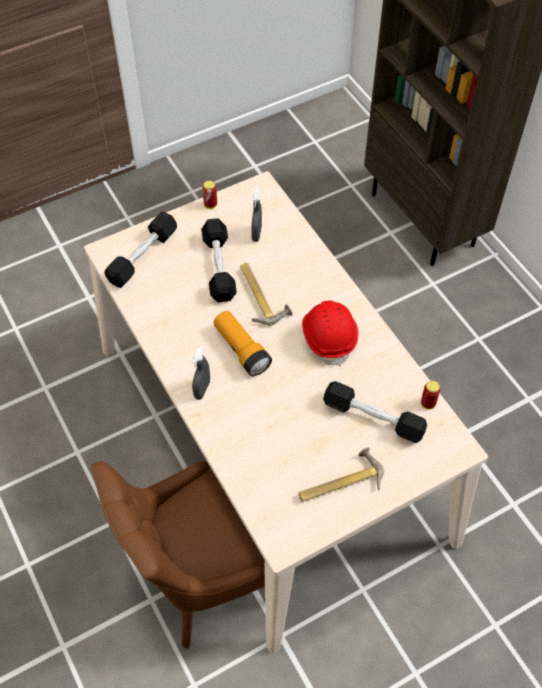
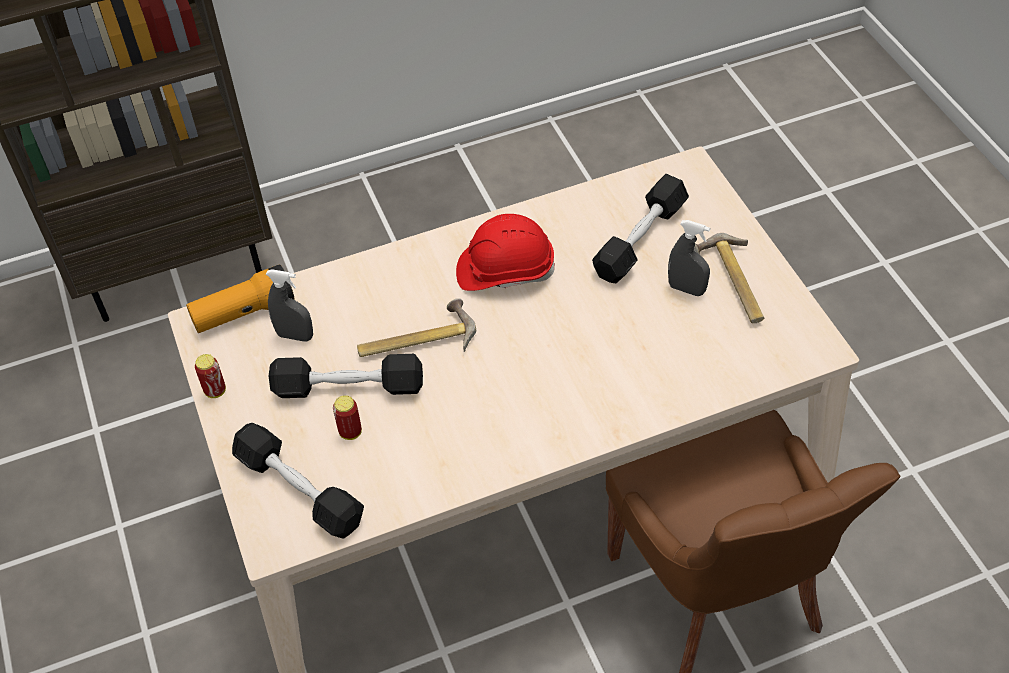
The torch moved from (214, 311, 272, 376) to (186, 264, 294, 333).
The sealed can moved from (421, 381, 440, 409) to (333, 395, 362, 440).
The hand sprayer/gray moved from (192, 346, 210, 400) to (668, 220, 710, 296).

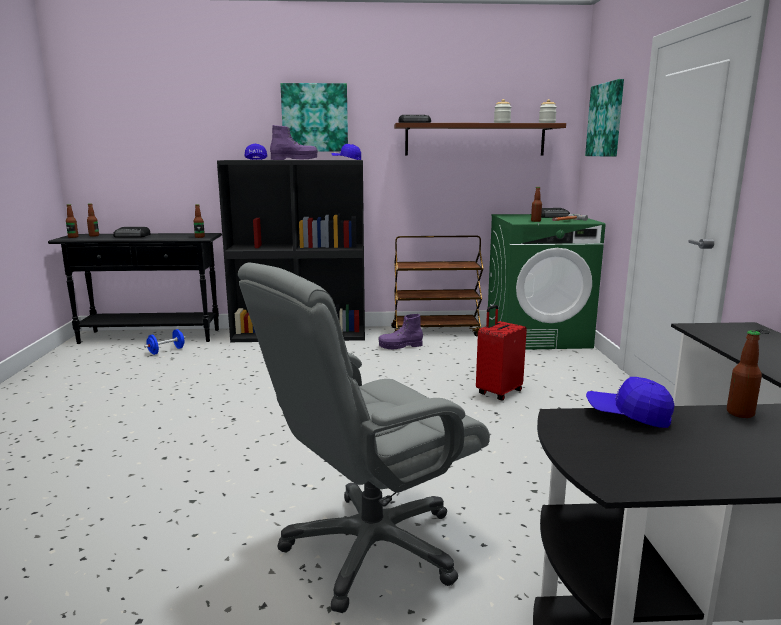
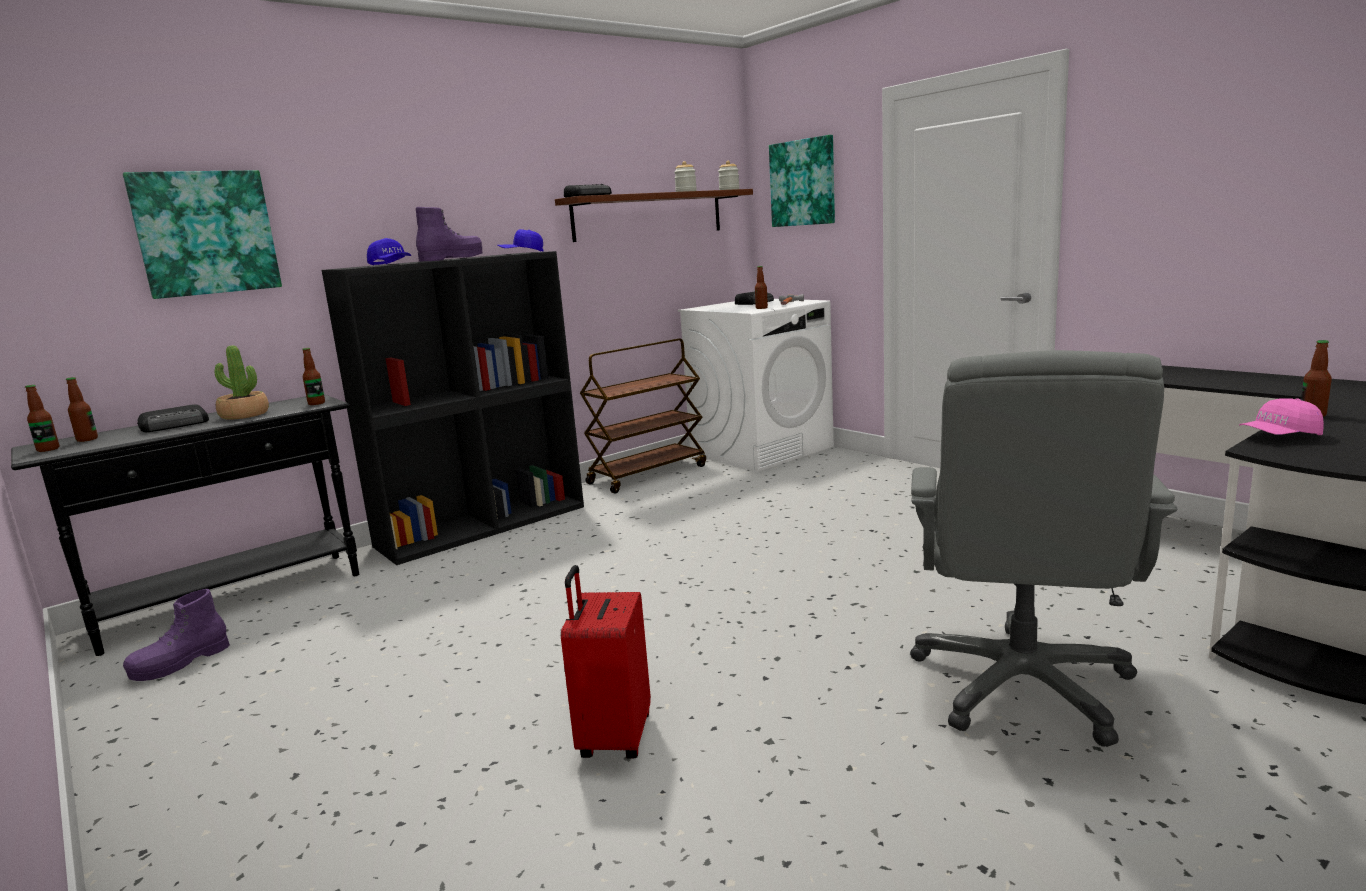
The wall picture moved from (281, 83, 348, 152) to (123, 170, 282, 299).
The high-top boot/purplish moved from (378, 314, 423, 349) to (123, 589, 230, 681).
The houseplant at (214, 345, 269, 420) appeared.
The piece of luggage/reddish moved from (476, 305, 527, 401) to (561, 565, 651, 759).
The washing machine/greenish at (488, 214, 606, 350) became the washing machine/white at (678, 299, 834, 472).
The peaked cap/bluish at (586, 377, 674, 428) became the peaked cap/pink at (1239, 398, 1324, 435).
The free weight/bluish at (144, 329, 186, 355) disappeared.

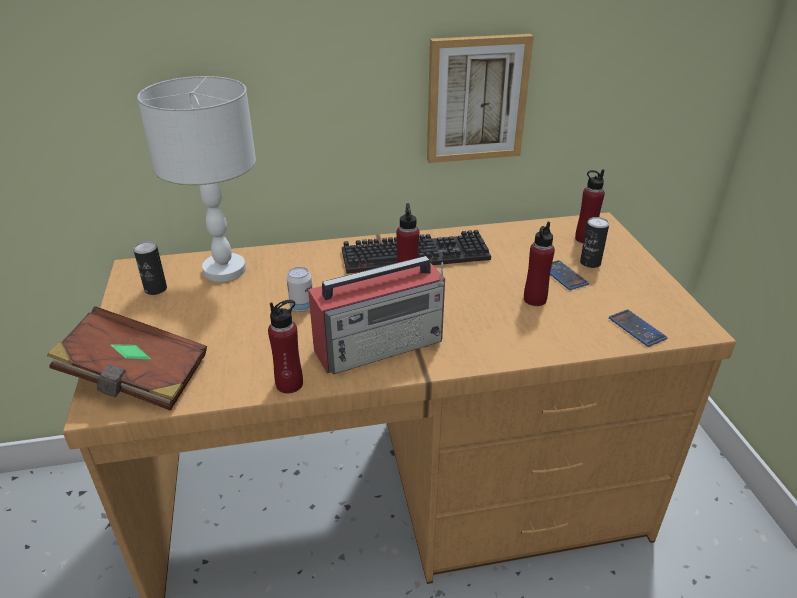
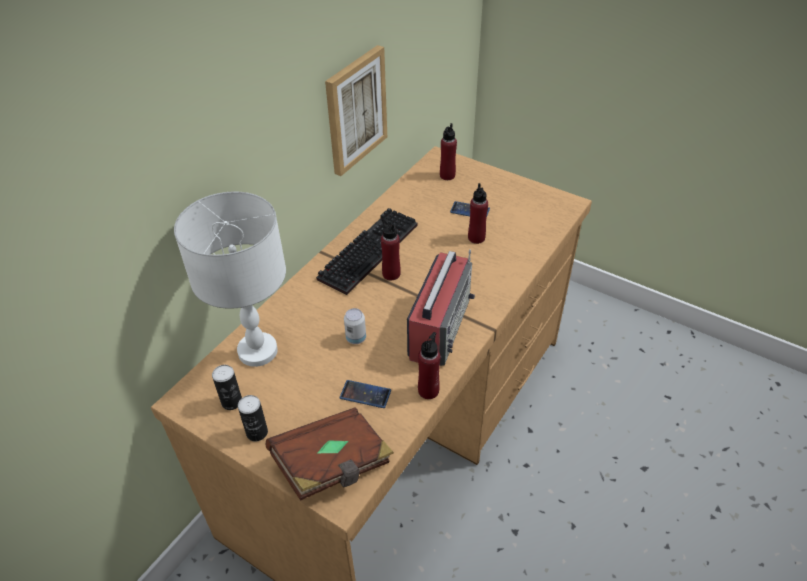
The sealed can moved from (580, 217, 609, 268) to (238, 395, 268, 442).
The telephone moved from (609, 309, 668, 347) to (340, 380, 391, 408).

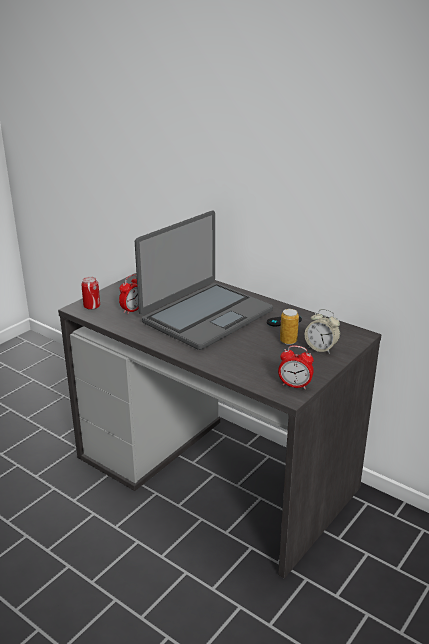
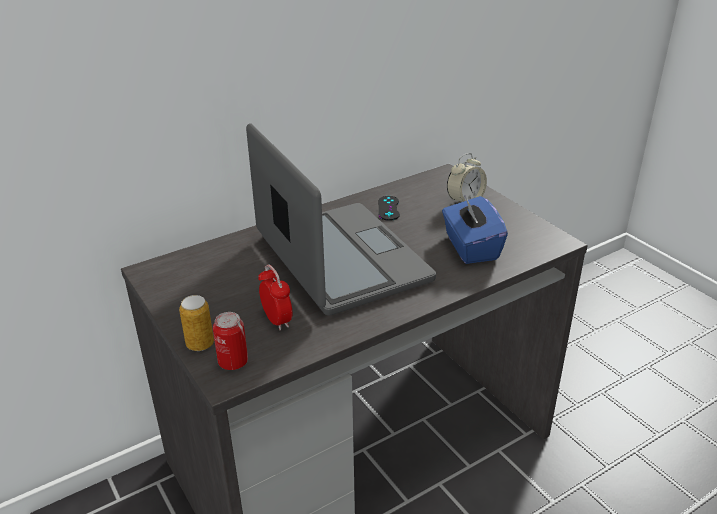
The sealed can moved from (280, 309, 299, 345) to (179, 295, 214, 351).
The tissue holder/bluish at (442, 196, 508, 264) appeared.
The alarm clock at (278, 345, 314, 389) disappeared.

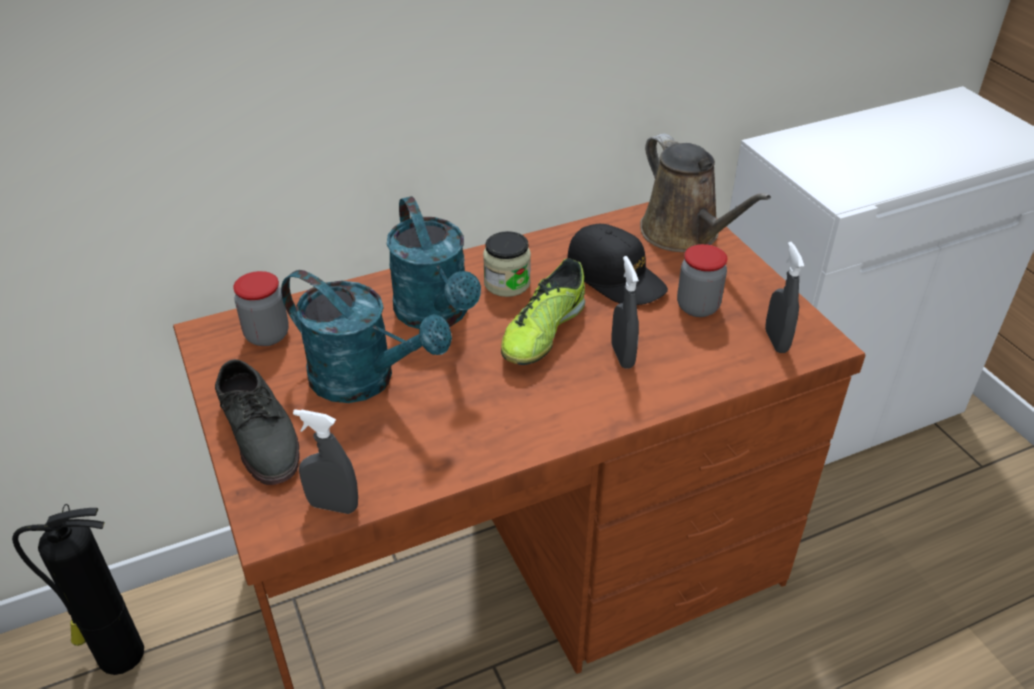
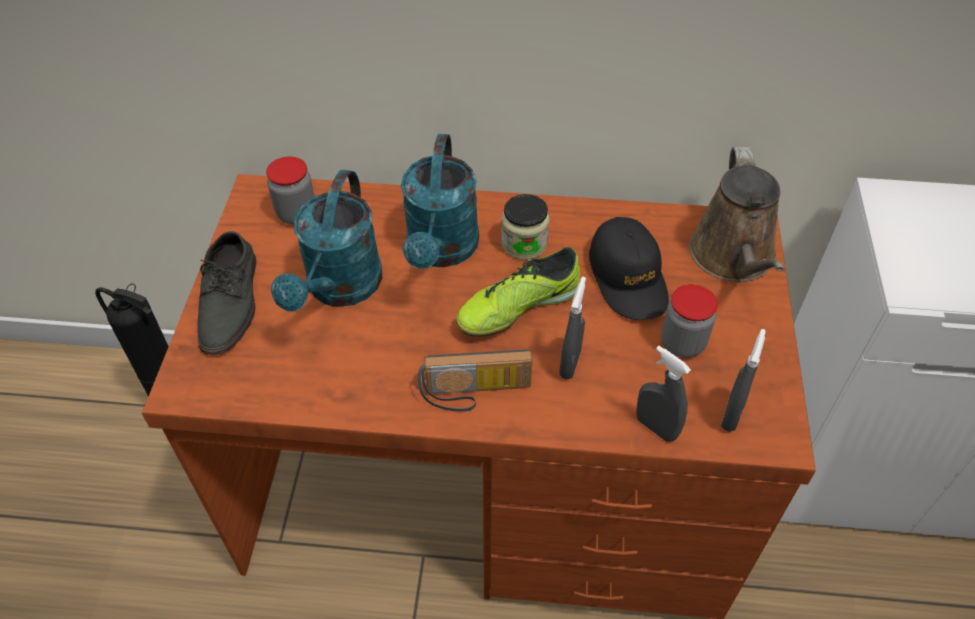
The watering pot/turquoise at (281, 270, 452, 403) turned 45 degrees clockwise.
The radio set at (418, 350, 533, 412) appeared.
The hand sprayer/gray moved from (293, 409, 358, 514) to (636, 346, 691, 442).

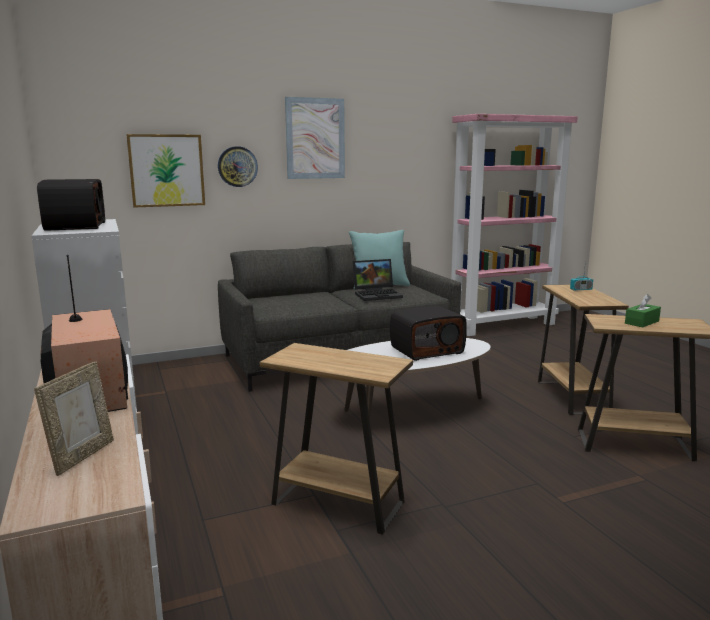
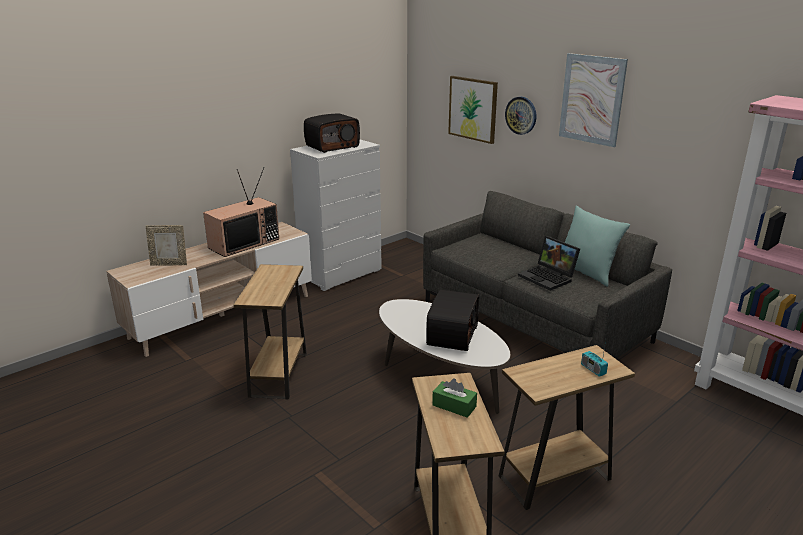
The radio set at (390, 306, 467, 361) turned 120 degrees counterclockwise.

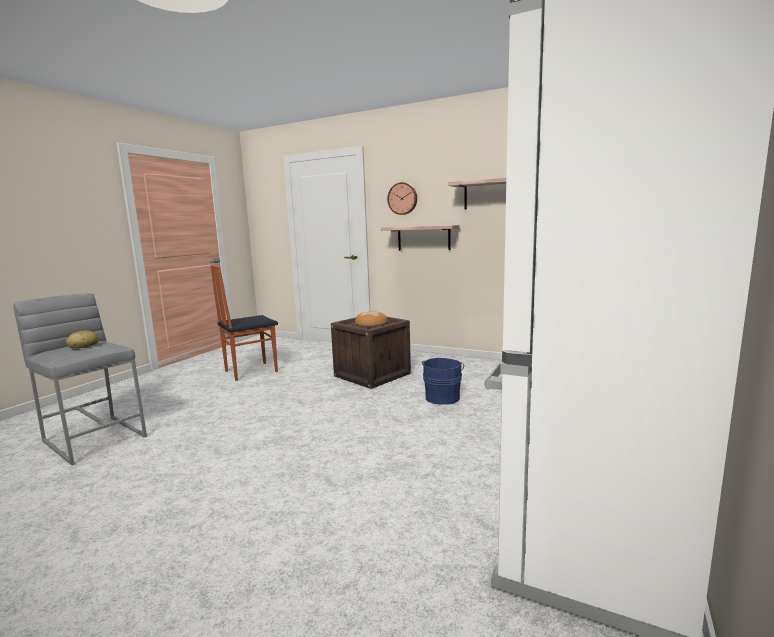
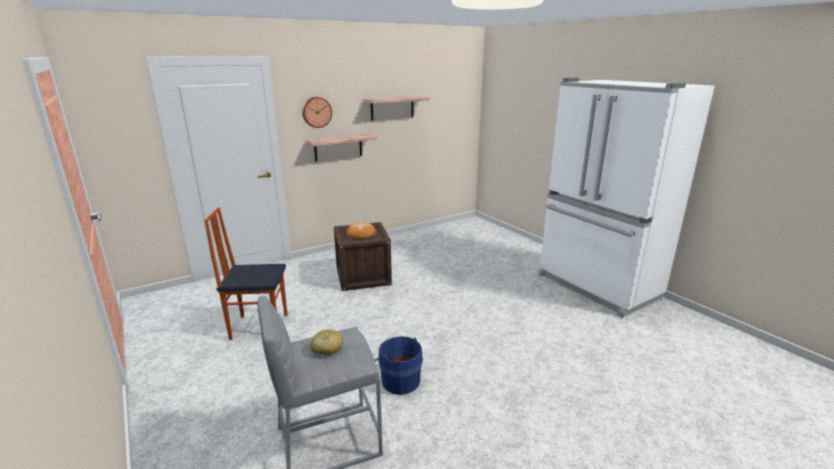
The plain chair at (211, 265, 278, 381) turned 90 degrees clockwise.
The bucket/bluish moved from (422, 358, 464, 405) to (375, 336, 423, 395).

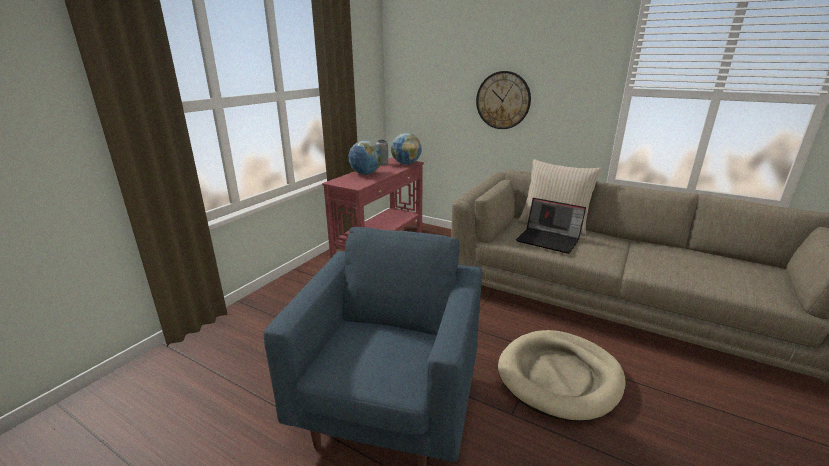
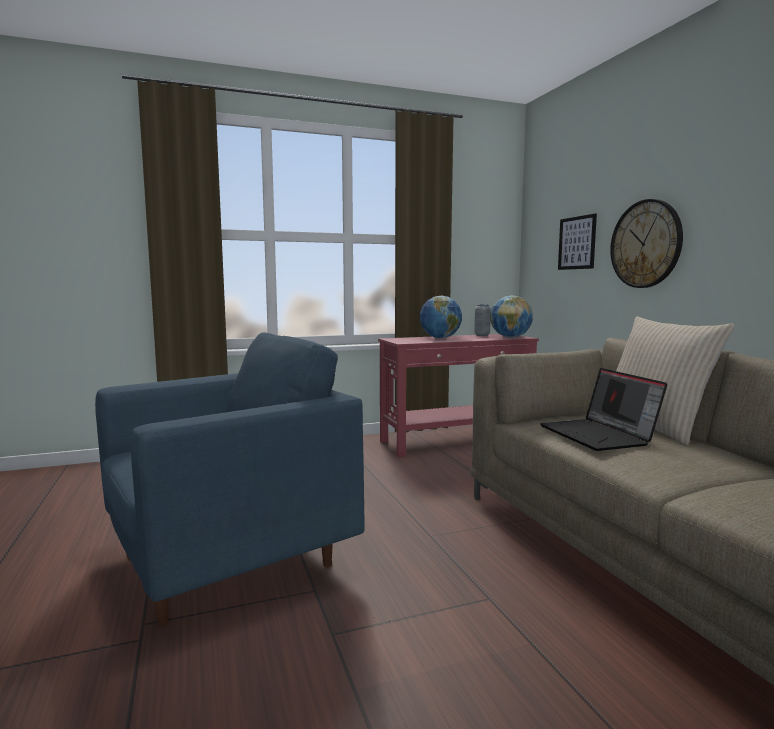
The wall picture at (558, 214, 597, 270) appeared.
The pet bed/beige-coloured at (498, 330, 625, 422) disappeared.

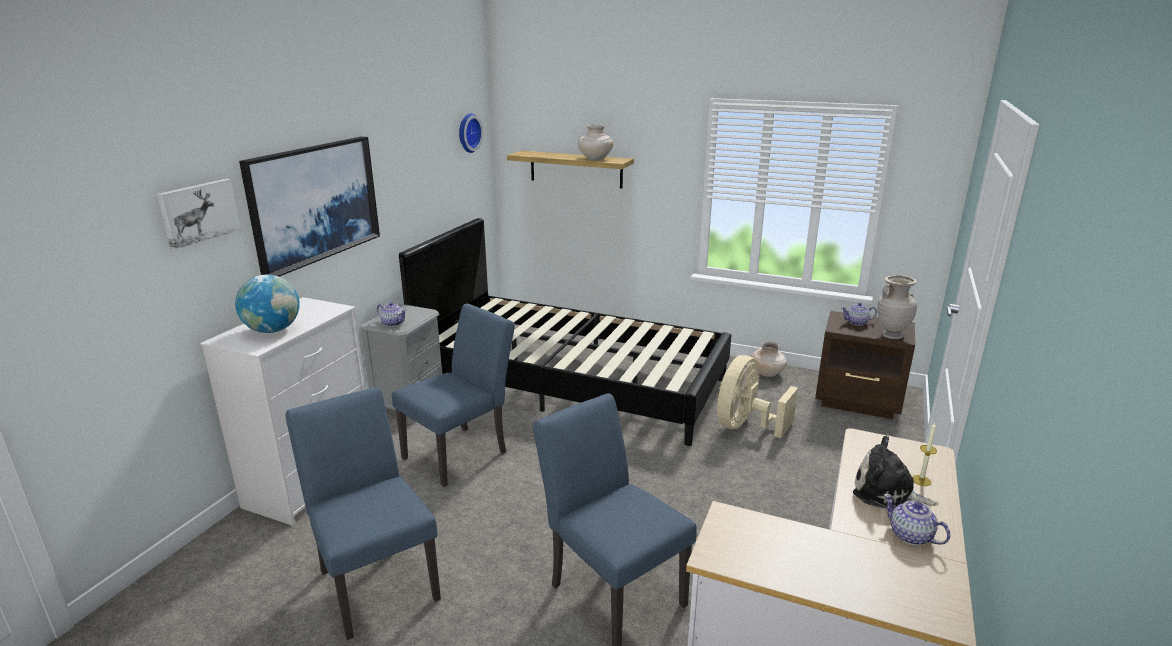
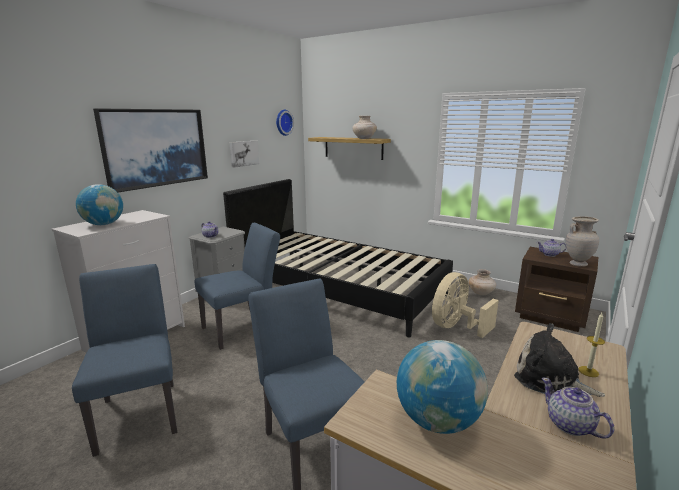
The wall picture moved from (157, 179, 241, 249) to (229, 140, 259, 168).
The globe at (397, 340, 488, 434) appeared.

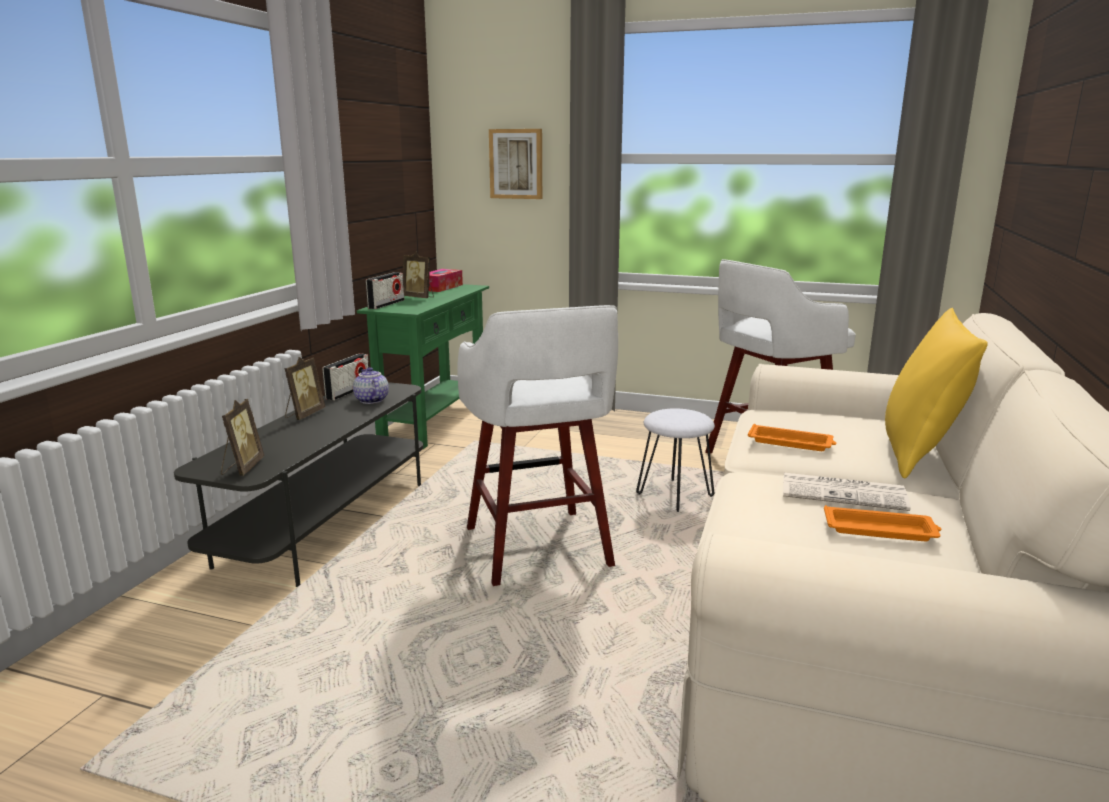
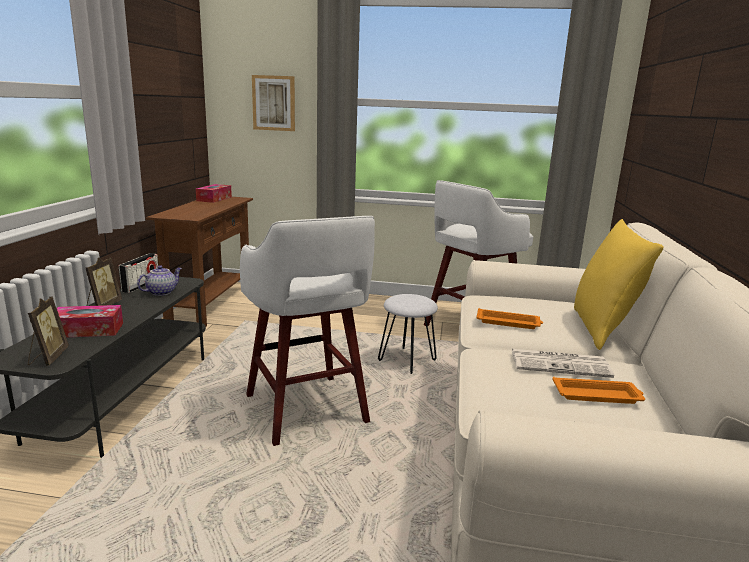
The tissue holder at (57, 305, 123, 337) appeared.
The pot for tea at (353, 367, 389, 404) turned 75 degrees clockwise.
The narrow table/greenish at (357, 284, 489, 449) became the narrow table/brown at (146, 197, 253, 327).
The radio set at (366, 272, 404, 309) disappeared.
The standing frame at (402, 252, 434, 298) disappeared.

